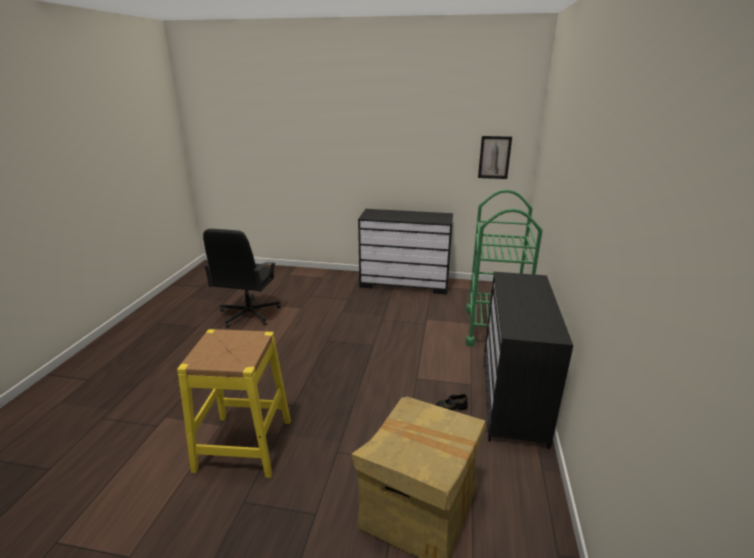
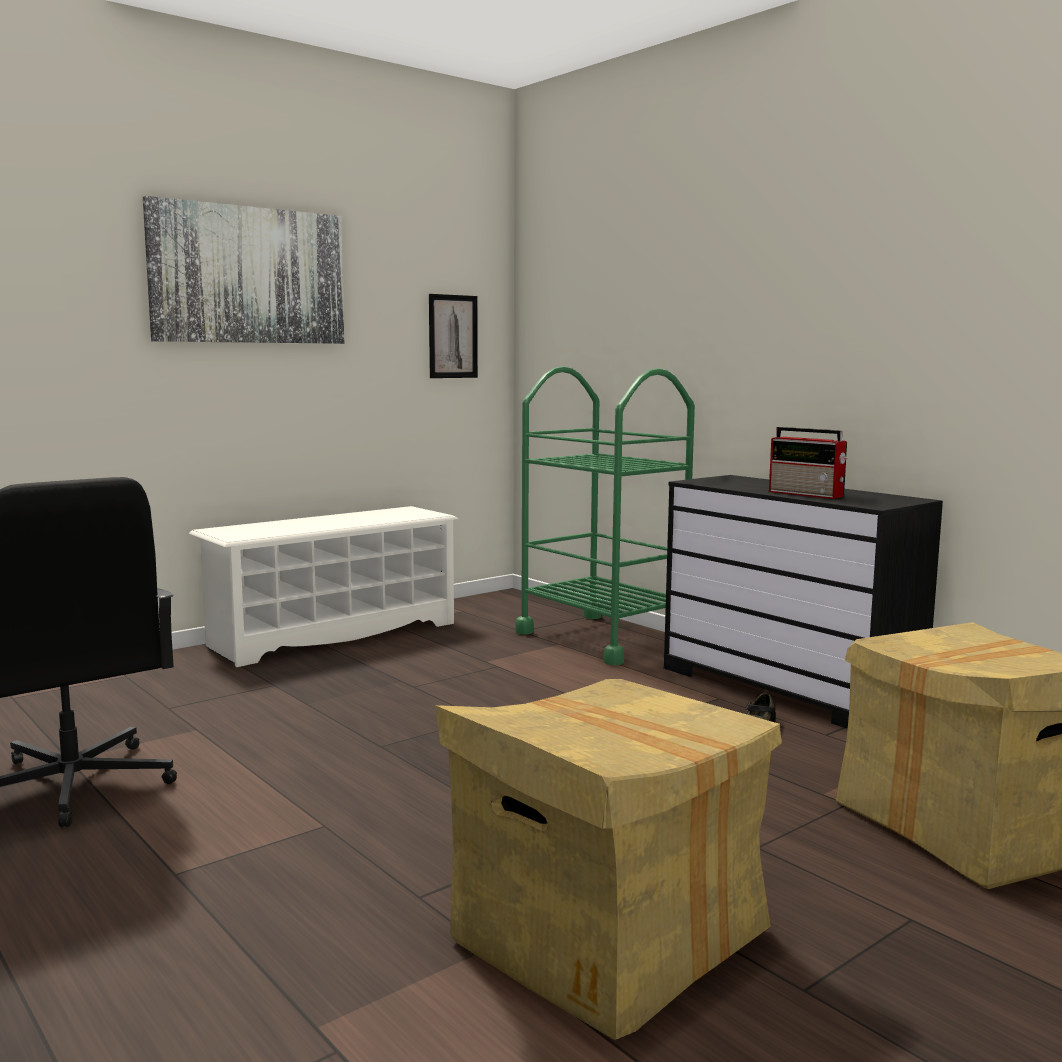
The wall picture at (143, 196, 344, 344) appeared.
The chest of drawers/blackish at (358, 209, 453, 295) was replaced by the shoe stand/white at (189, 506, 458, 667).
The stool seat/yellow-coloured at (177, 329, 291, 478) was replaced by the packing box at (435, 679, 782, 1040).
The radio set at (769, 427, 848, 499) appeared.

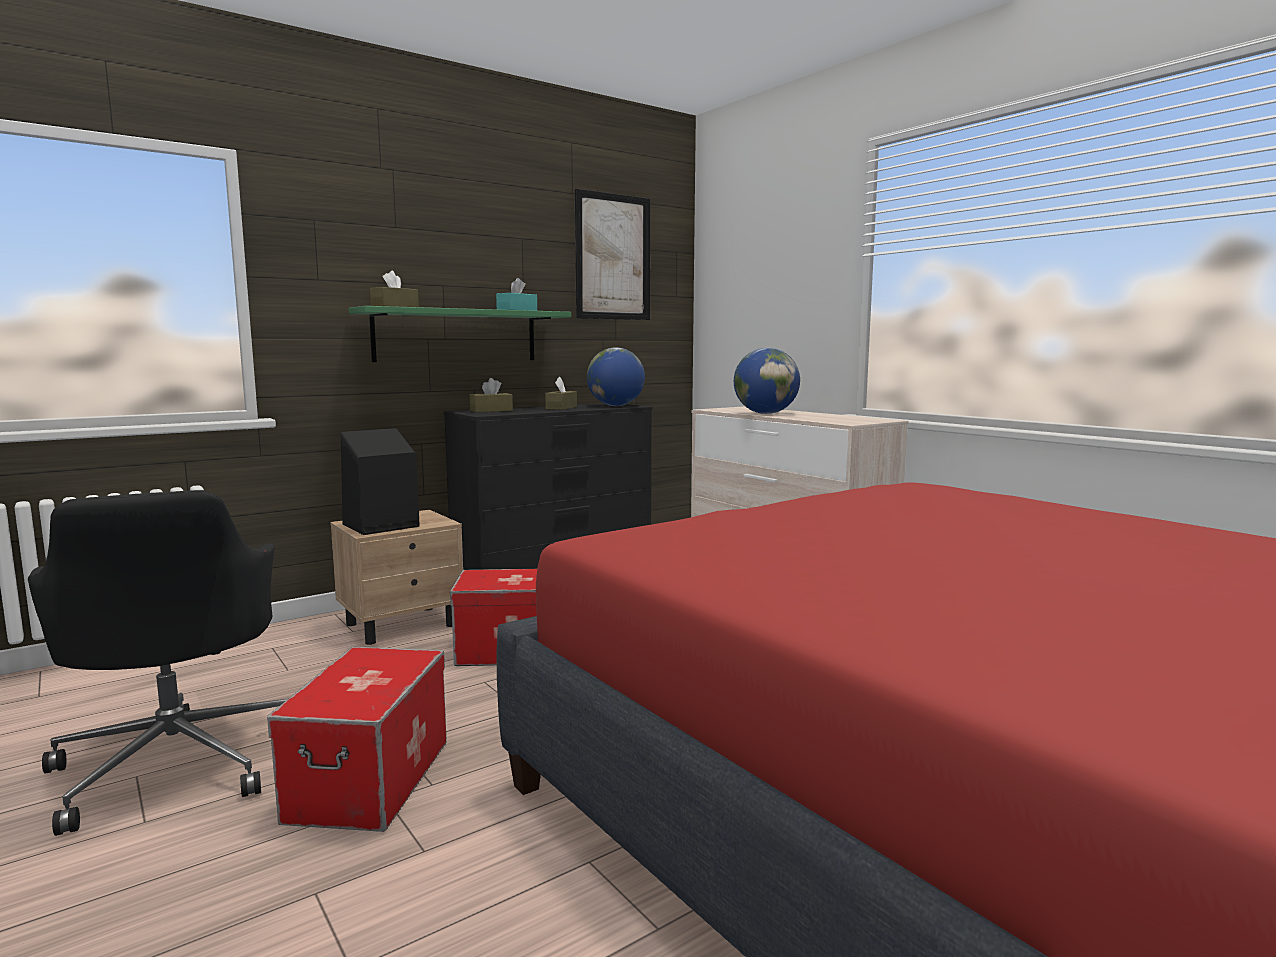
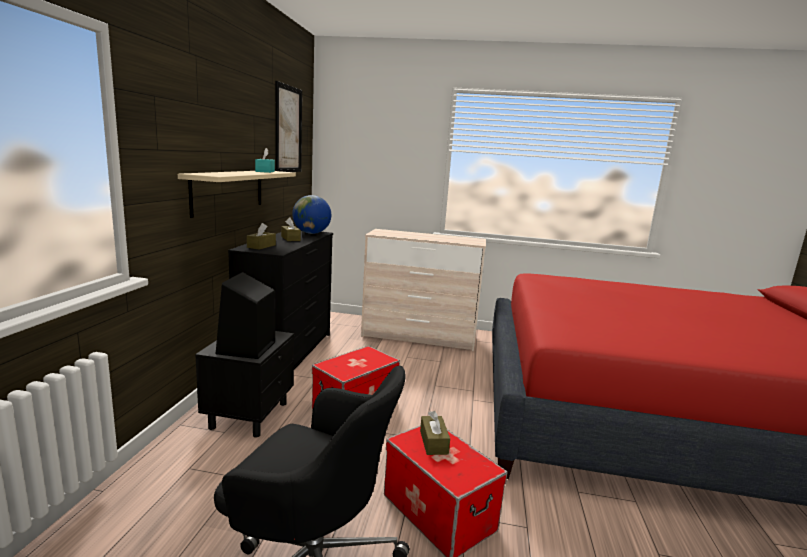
The shelf/greenish at (349, 306, 571, 362) became the shelf/beige-coloured at (178, 171, 296, 218).
The bedside table/beige-coloured at (330, 510, 463, 645) became the bedside table/blackish at (195, 331, 294, 437).
The tissue holder/brown moved from (370, 271, 419, 307) to (420, 411, 450, 455).
The globe at (734, 348, 800, 414) disappeared.

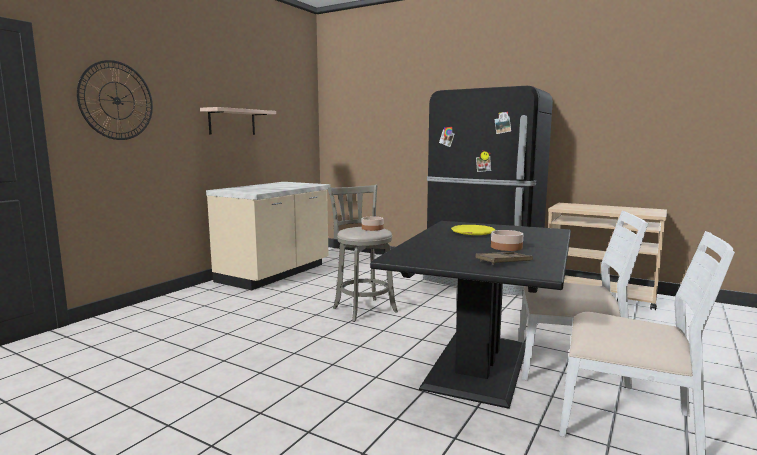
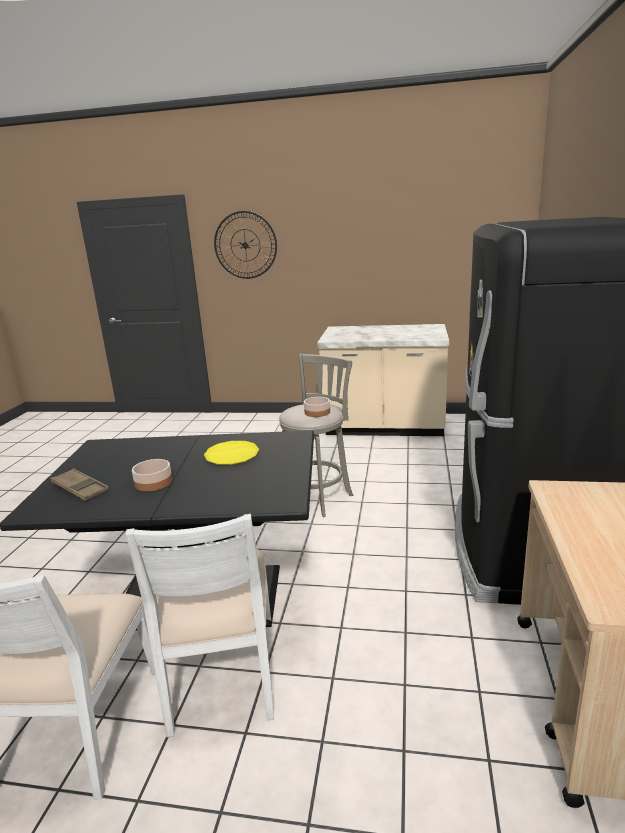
The shelf at (200, 107, 276, 135) disappeared.

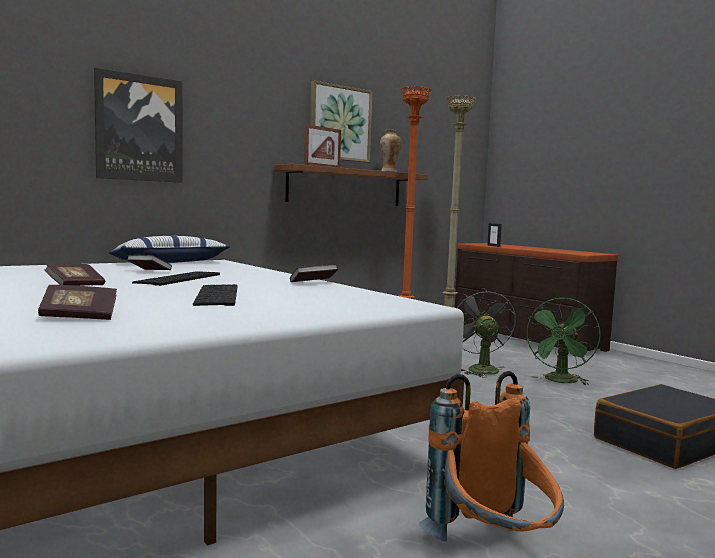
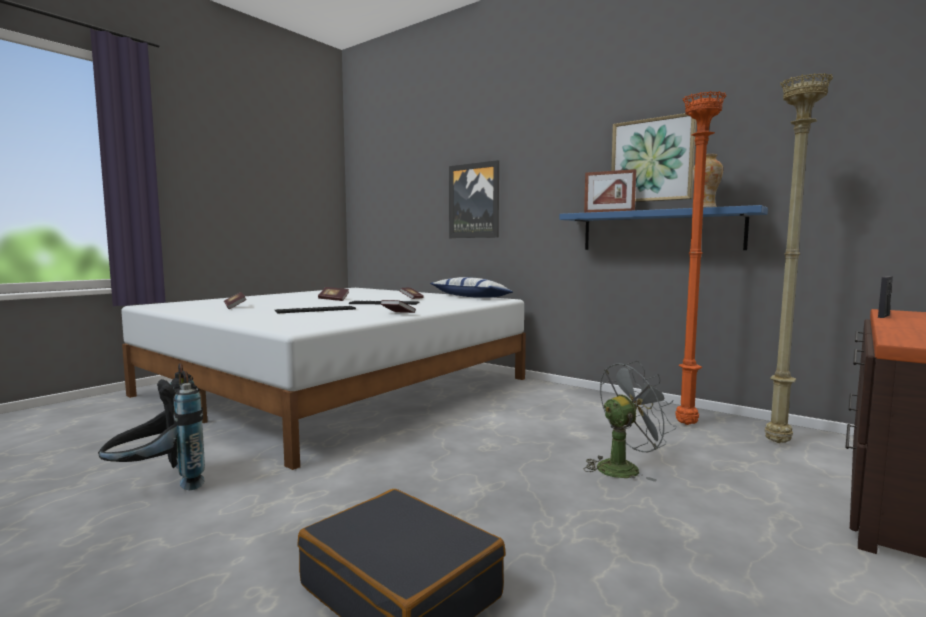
The rucksack/orange-coloured at (419, 371, 564, 541) became the rucksack/blackish at (98, 363, 205, 491).
The shelf/brown at (274, 164, 428, 206) became the shelf/bluish at (559, 205, 768, 250).
The fan/greenish at (524, 297, 600, 385) disappeared.

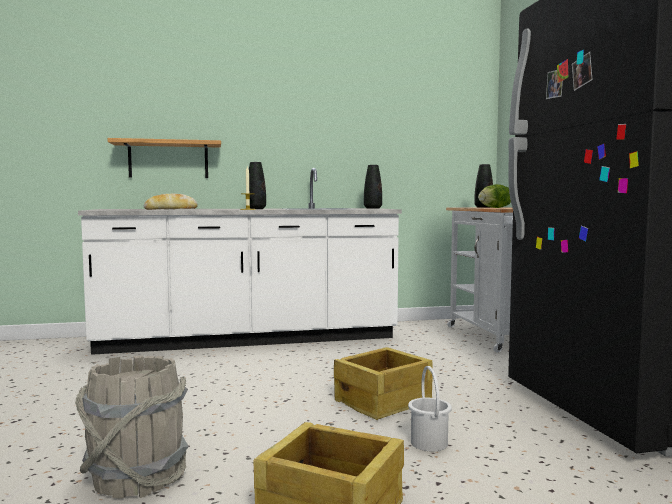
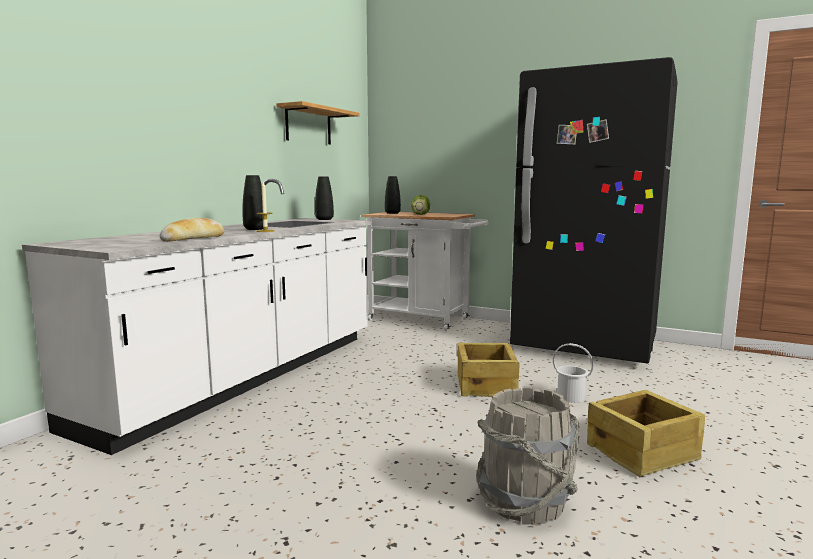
The shelf moved from (108, 138, 221, 178) to (276, 101, 360, 145).

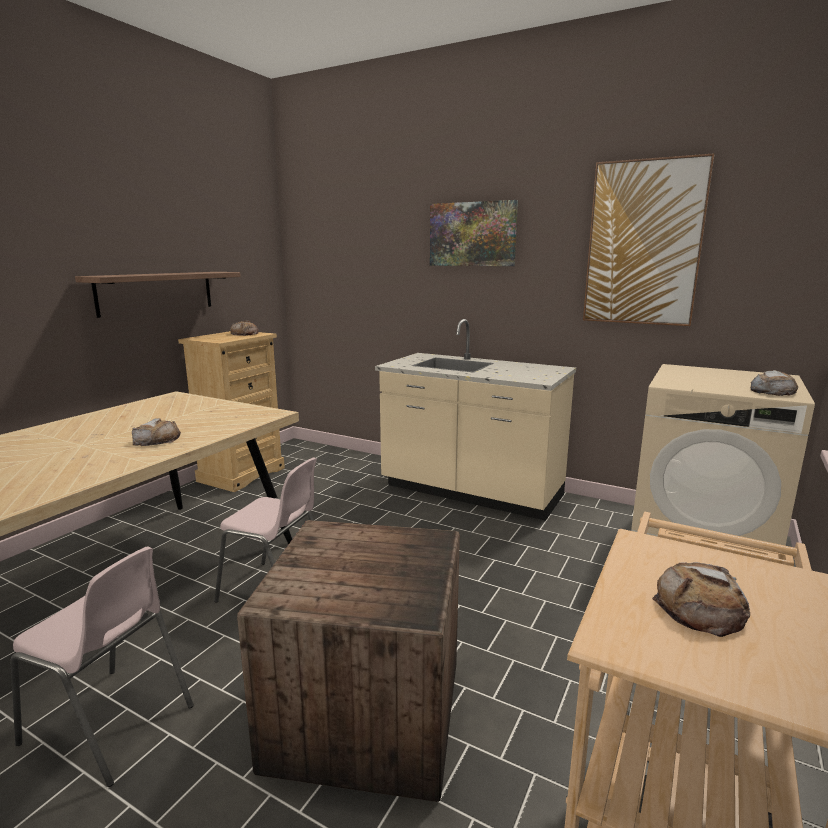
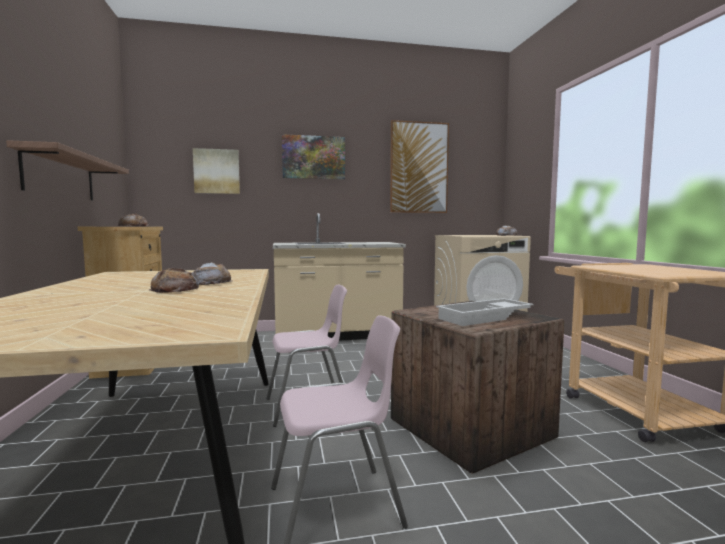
The bread moved from (652, 562, 750, 637) to (149, 268, 199, 293).
The wall picture at (193, 148, 240, 194) appeared.
The carrying tray/white at (436, 298, 534, 326) appeared.

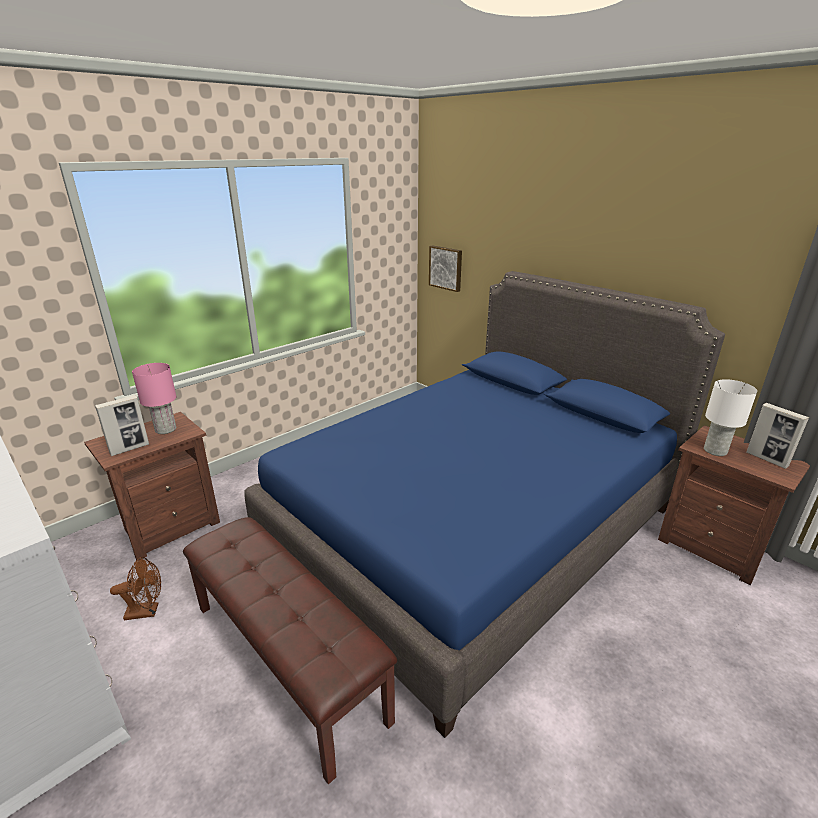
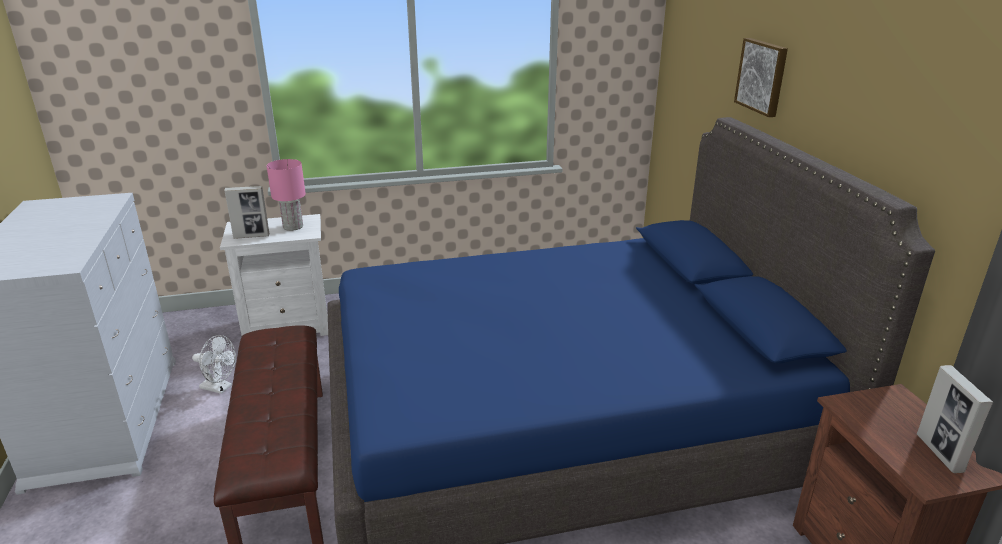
The fan/brown at (110, 557, 161, 620) became the fan/white at (192, 335, 236, 394).
The bedside table/brown at (84, 412, 220, 561) became the bedside table/white at (220, 214, 328, 336).
The wall picture moved from (429, 245, 462, 292) to (734, 38, 788, 117).
The table lamp/white at (704, 379, 757, 456) disappeared.

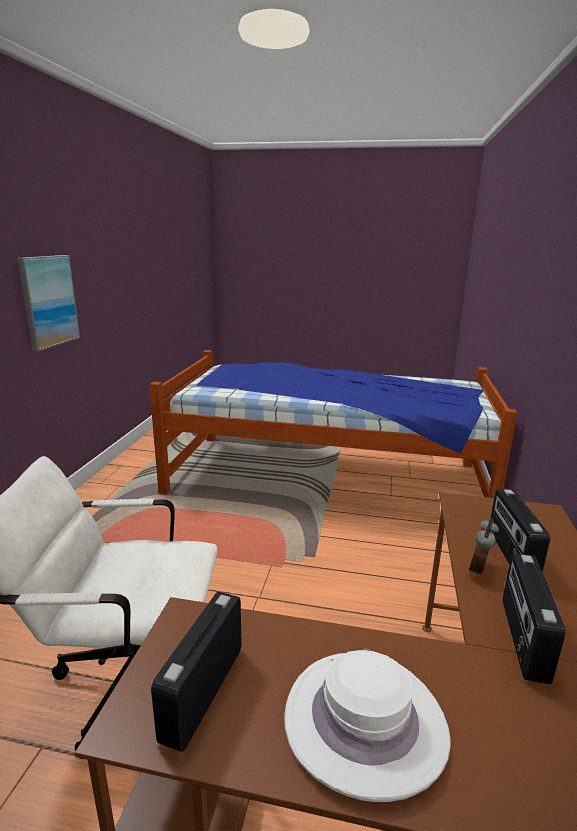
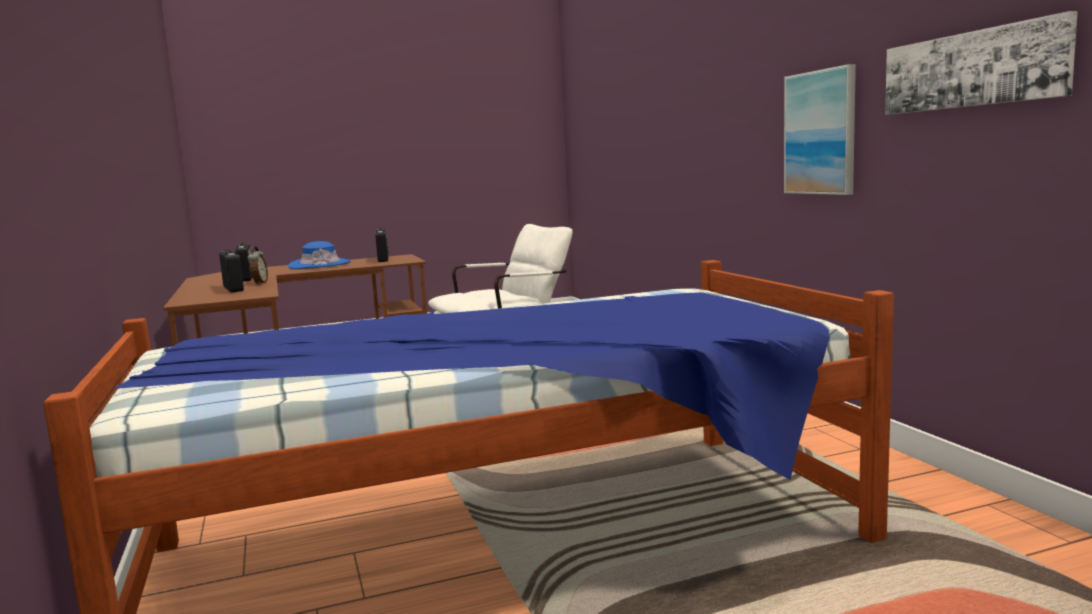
The wearable hat/white at (284, 648, 451, 802) became the wearable hat/bluish at (288, 241, 351, 269).
The wall picture at (885, 11, 1078, 115) appeared.

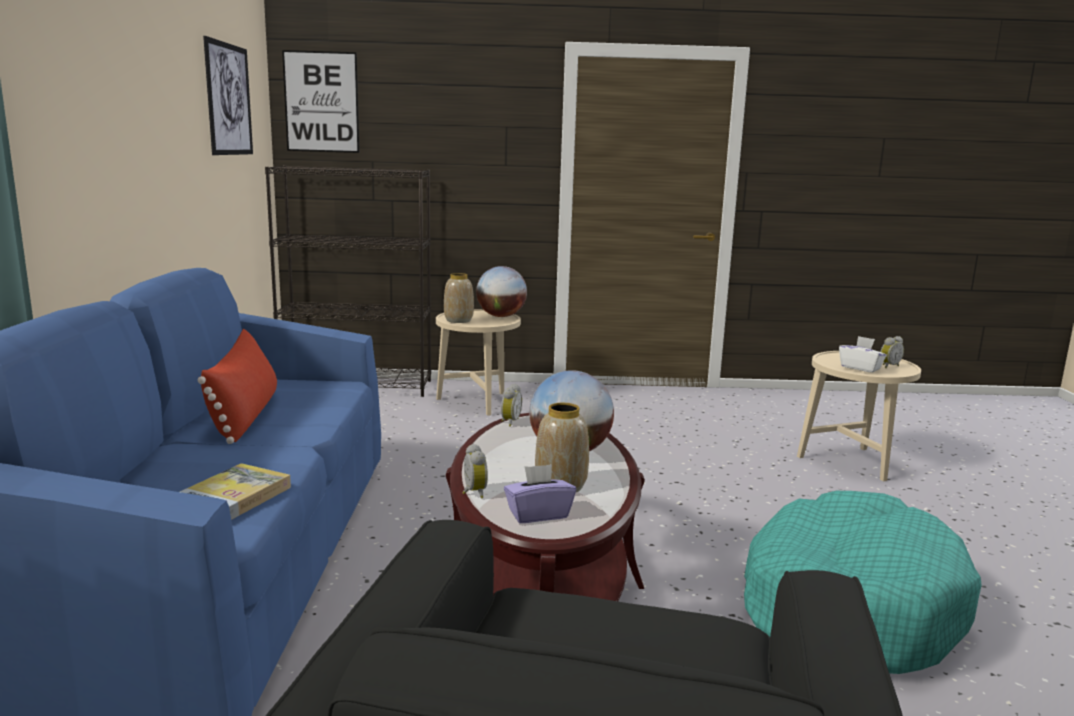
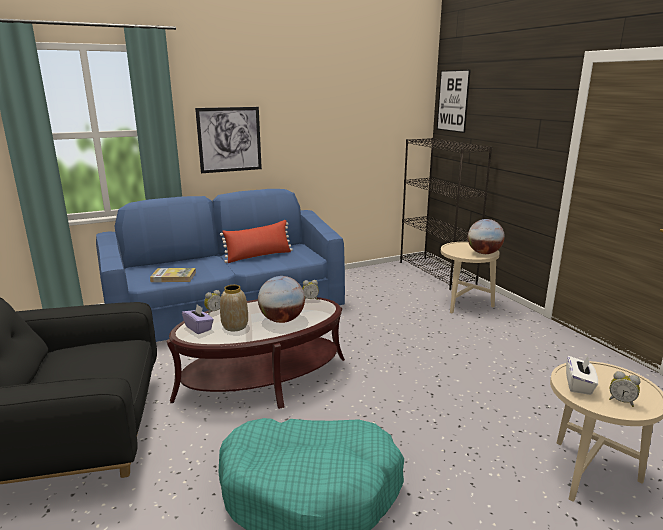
The wall picture moved from (203, 36, 253, 155) to (195, 107, 262, 173).
The vase at (444, 273, 474, 323) disappeared.

